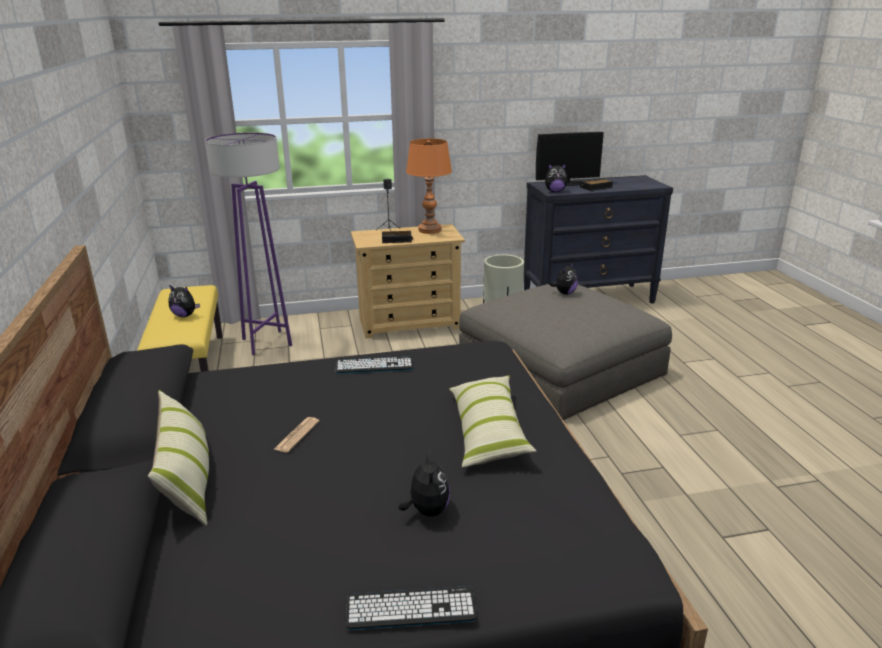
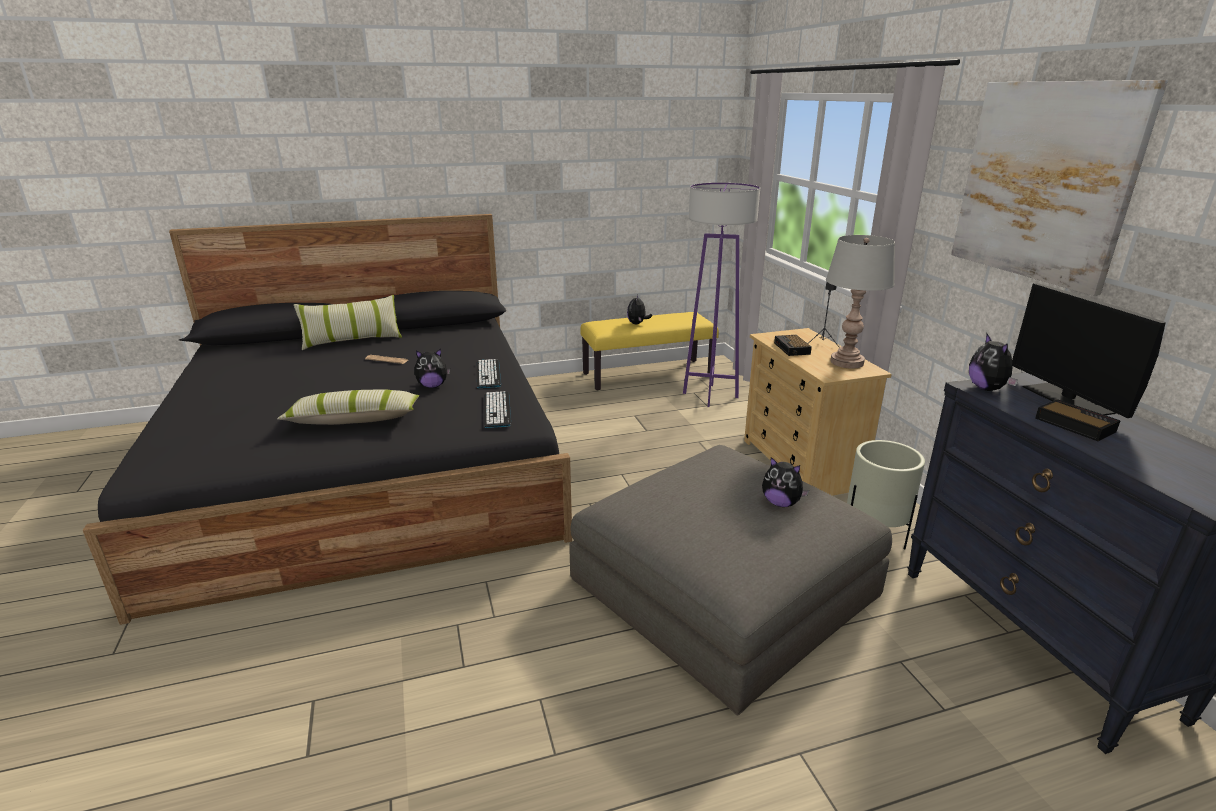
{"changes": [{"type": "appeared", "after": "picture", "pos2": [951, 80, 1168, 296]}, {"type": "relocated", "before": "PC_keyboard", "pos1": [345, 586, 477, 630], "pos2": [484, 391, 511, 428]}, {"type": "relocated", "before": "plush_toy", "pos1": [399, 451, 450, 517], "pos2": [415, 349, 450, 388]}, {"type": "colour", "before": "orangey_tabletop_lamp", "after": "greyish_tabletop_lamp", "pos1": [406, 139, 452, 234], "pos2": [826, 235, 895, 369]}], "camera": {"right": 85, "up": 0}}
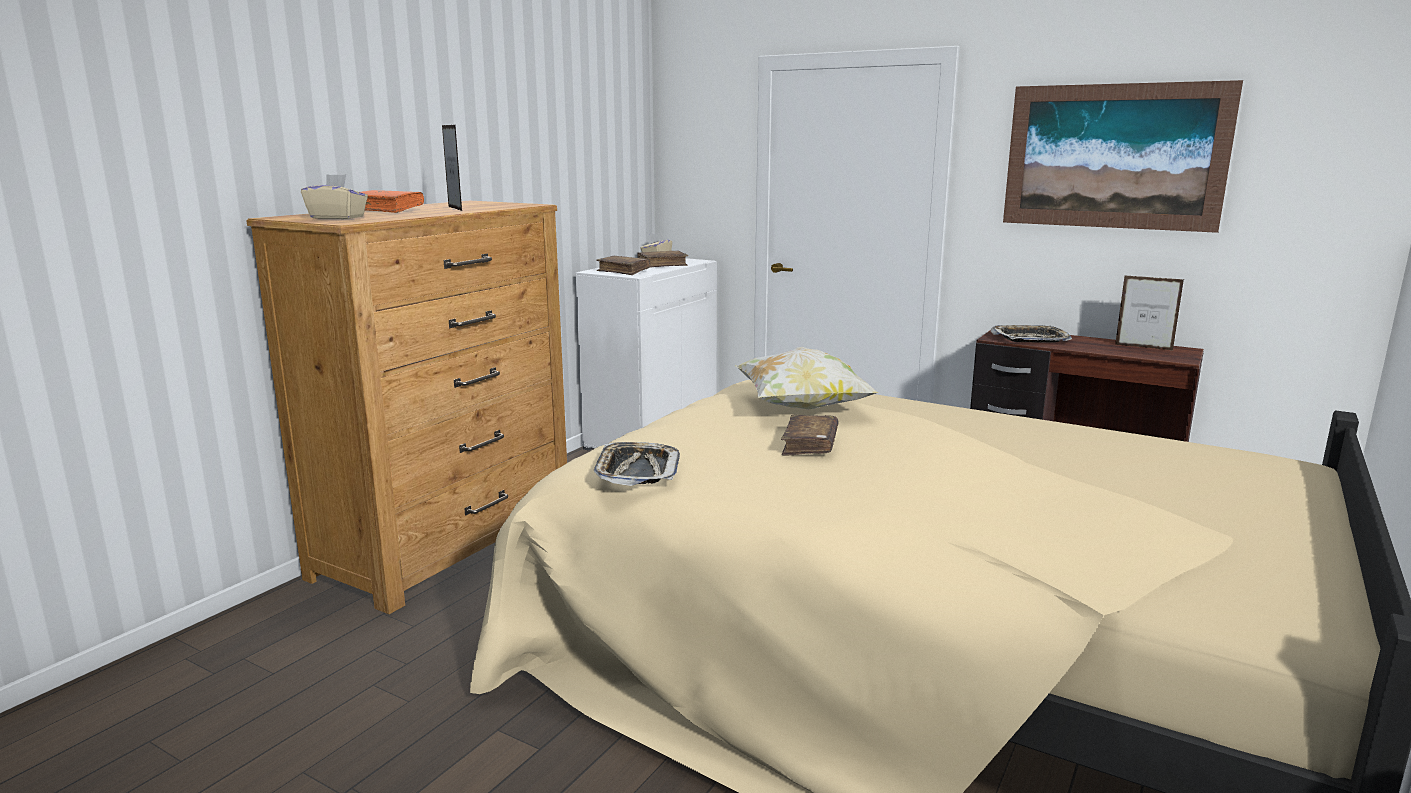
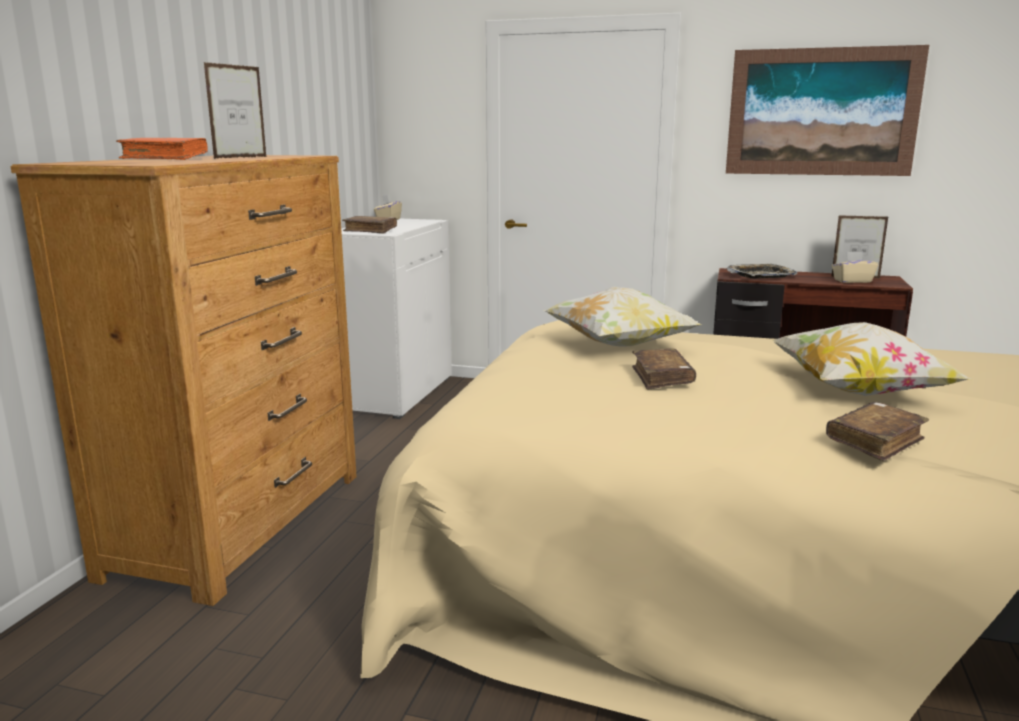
{"changes": [{"type": "missing", "before": "tray", "pos1": [593, 442, 680, 486]}, {"type": "appeared", "after": "pillow", "pos2": [771, 322, 971, 396]}, {"type": "relocated", "before": "sand-coloured_tissue_holder", "pos1": [301, 174, 368, 219], "pos2": [832, 252, 878, 283]}, {"type": "relocated", "before": "brown_book", "pos1": [637, 251, 688, 268], "pos2": [826, 402, 929, 461]}, {"type": "spun", "before": "photo_frame", "pos1": [442, 125, 462, 211], "pos2": [204, 62, 267, 159], "turn": -105}], "camera": {"right": -15, "up": 0}}
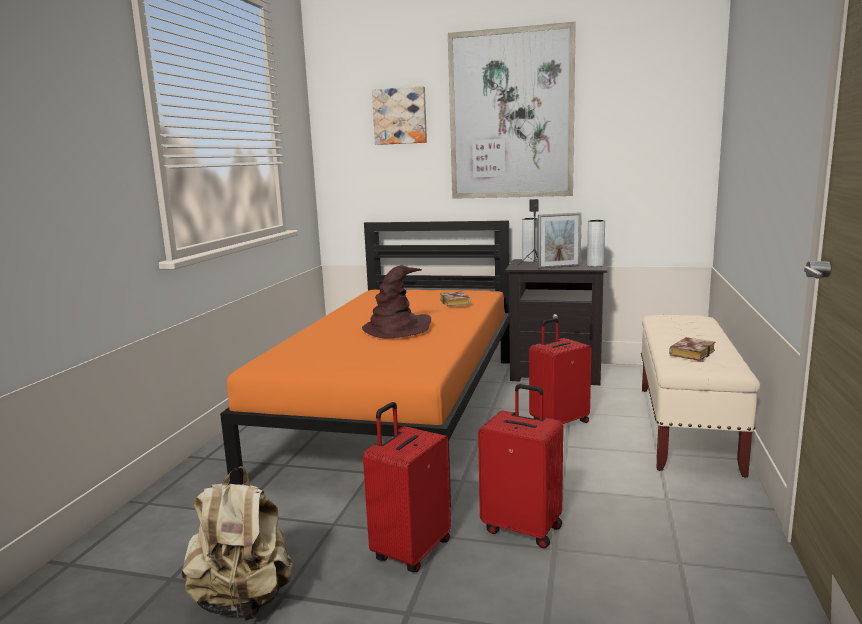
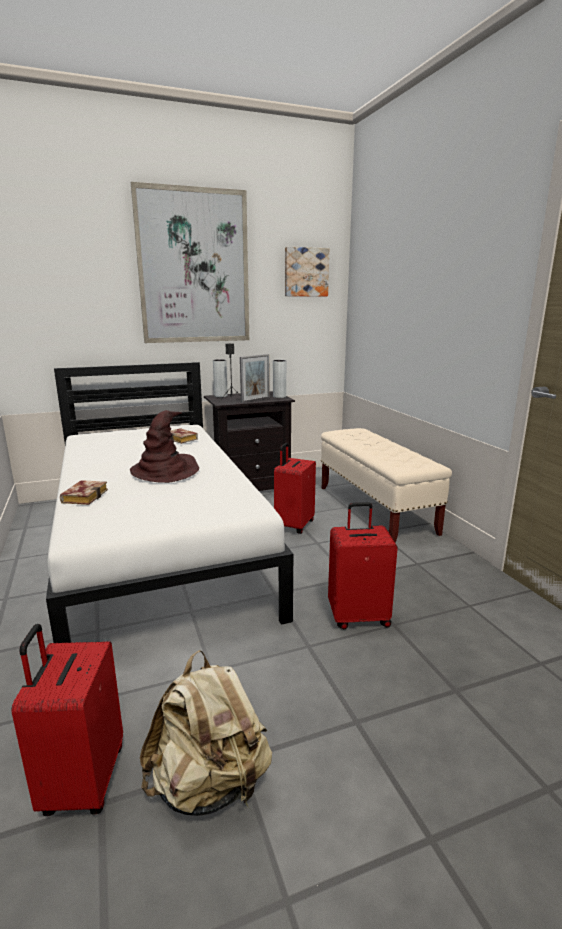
{"changes": [{"type": "relocated", "before": "reddish_suitcase", "pos1": [363, 402, 451, 572], "pos2": [12, 624, 123, 816]}, {"type": "relocated", "before": "picture", "pos1": [372, 86, 427, 145], "pos2": [285, 247, 329, 296]}, {"type": "relocated", "before": "book", "pos1": [669, 337, 715, 361], "pos2": [60, 480, 108, 505]}, {"type": "colour", "before": "orangey_bed", "after": "whitish_bed", "pos1": [220, 220, 510, 507], "pos2": [46, 362, 293, 643]}], "camera": {"right": -35, "up": 5}}
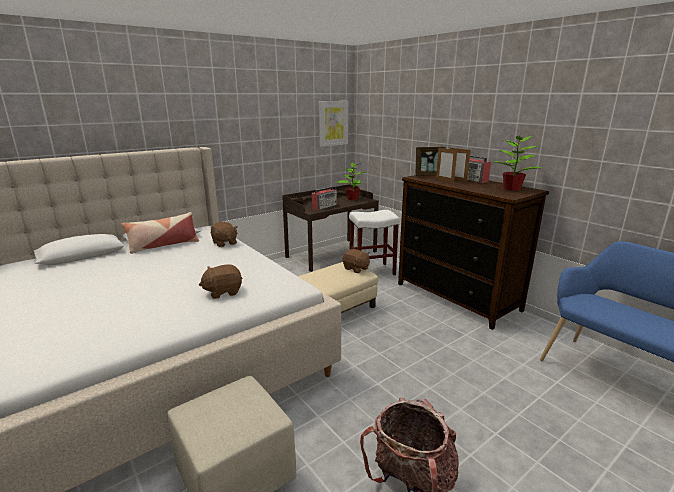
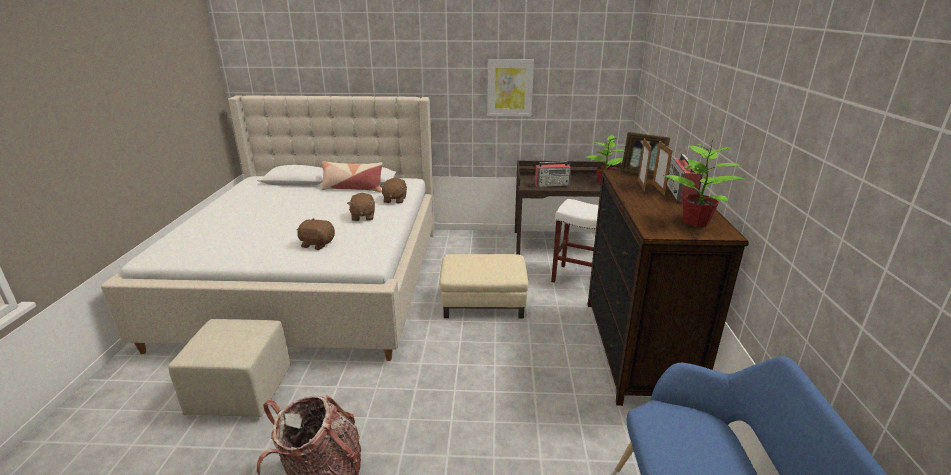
{"changes": [{"type": "relocated", "before": "picture", "pos1": [319, 101, 348, 147], "pos2": [487, 59, 534, 117]}, {"type": "relocated", "before": "brown_plush_toy", "pos1": [343, 249, 370, 273], "pos2": [347, 193, 375, 221]}], "camera": {"right": 40, "up": 5}}
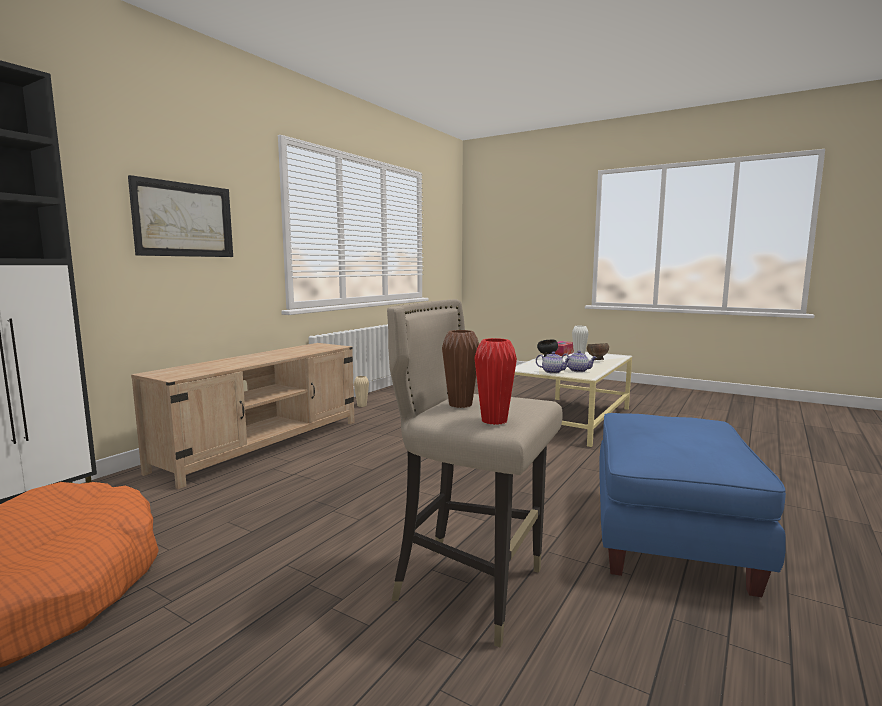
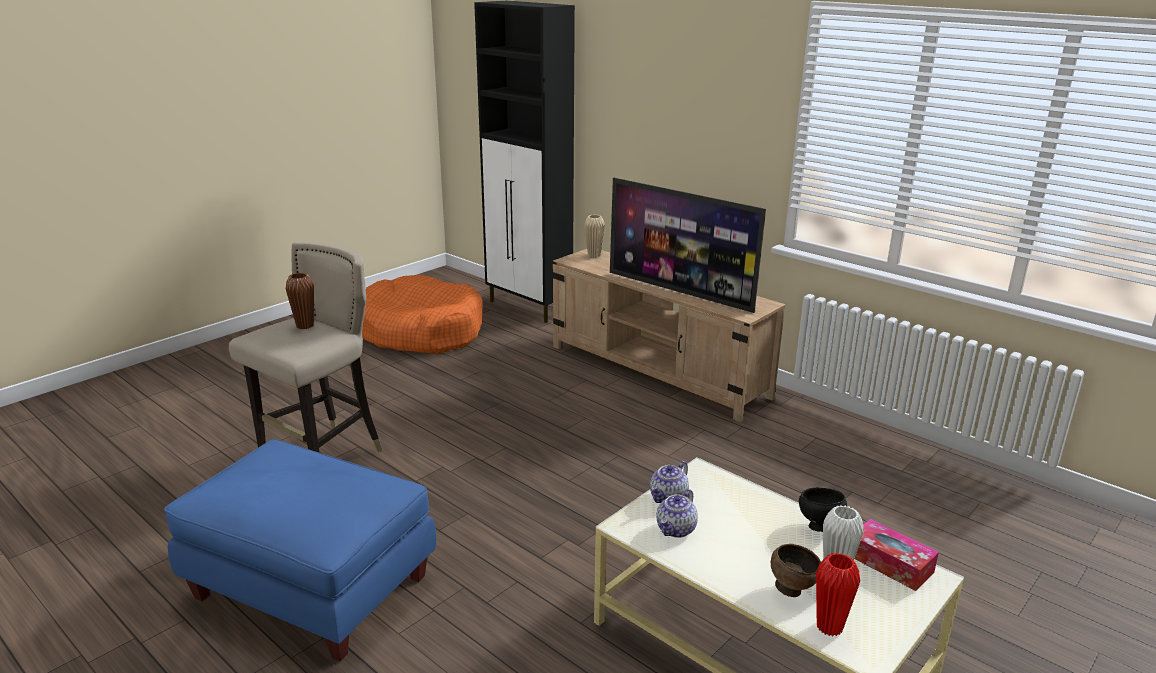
{"changes": [{"type": "missing", "before": "picture", "pos1": [128, 175, 233, 257]}, {"type": "appeared", "after": "television", "pos2": [610, 178, 766, 313]}, {"type": "relocated", "before": "sand-coloured_flower_vase", "pos1": [354, 376, 369, 407], "pos2": [584, 215, 605, 258]}, {"type": "relocated", "before": "reddish_flower_vase", "pos1": [474, 338, 517, 425], "pos2": [816, 553, 860, 636]}], "camera": {"right": 100, "up": 15}}
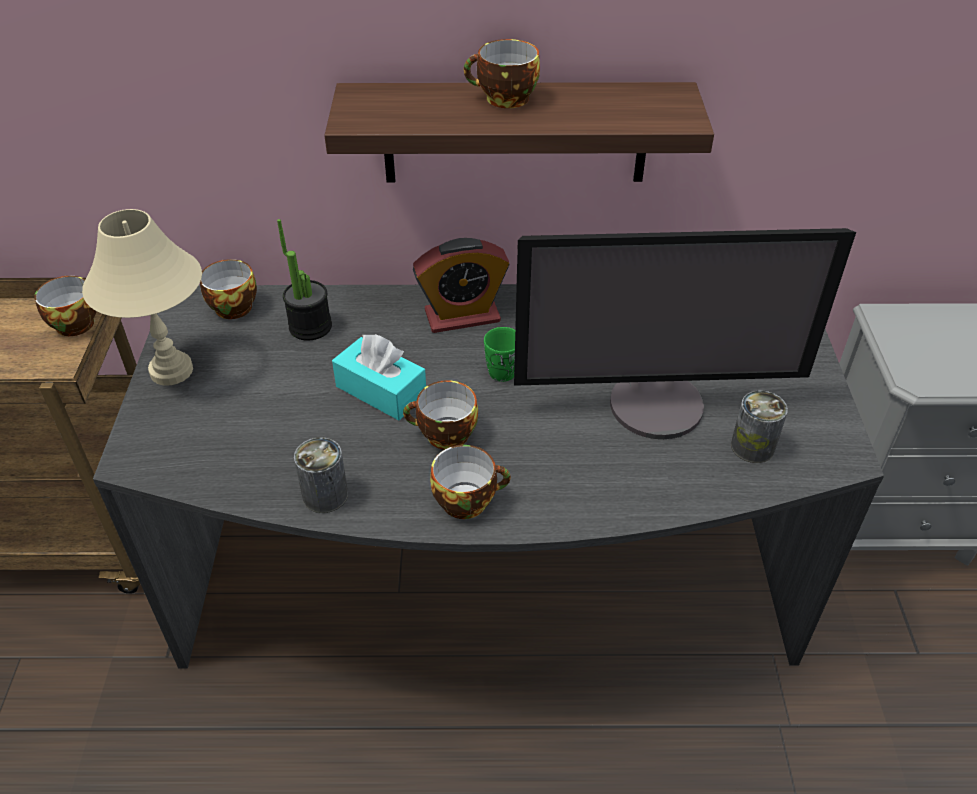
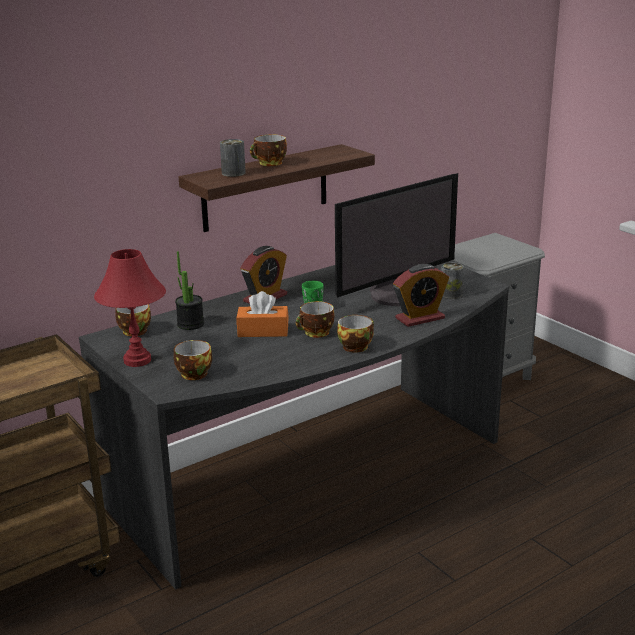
{"changes": [{"type": "appeared", "after": "table_clock", "pos2": [393, 264, 449, 327]}, {"type": "relocated", "before": "cup", "pos1": [34, 276, 96, 336], "pos2": [174, 340, 212, 380]}, {"type": "relocated", "before": "can", "pos1": [294, 437, 348, 513], "pos2": [220, 139, 246, 177]}, {"type": "colour", "before": "sand-coloured_tabletop_lamp", "after": "reddish_tabletop_lamp", "pos1": [82, 209, 202, 385], "pos2": [94, 249, 166, 367]}, {"type": "colour", "before": "turquoise_tissue_holder", "after": "orangey_tissue_holder", "pos1": [332, 334, 426, 420], "pos2": [236, 291, 289, 337]}], "camera": {"right": -35, "up": -20}}
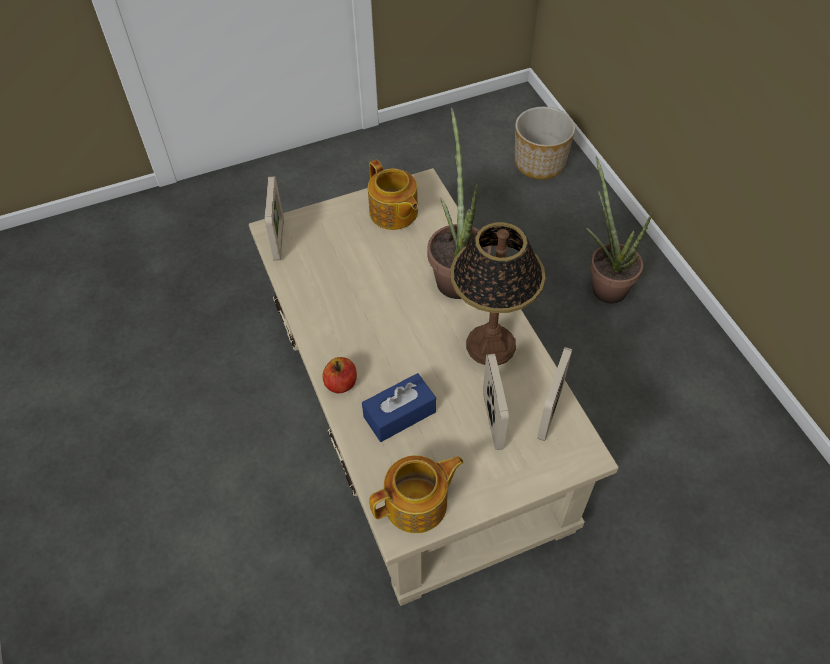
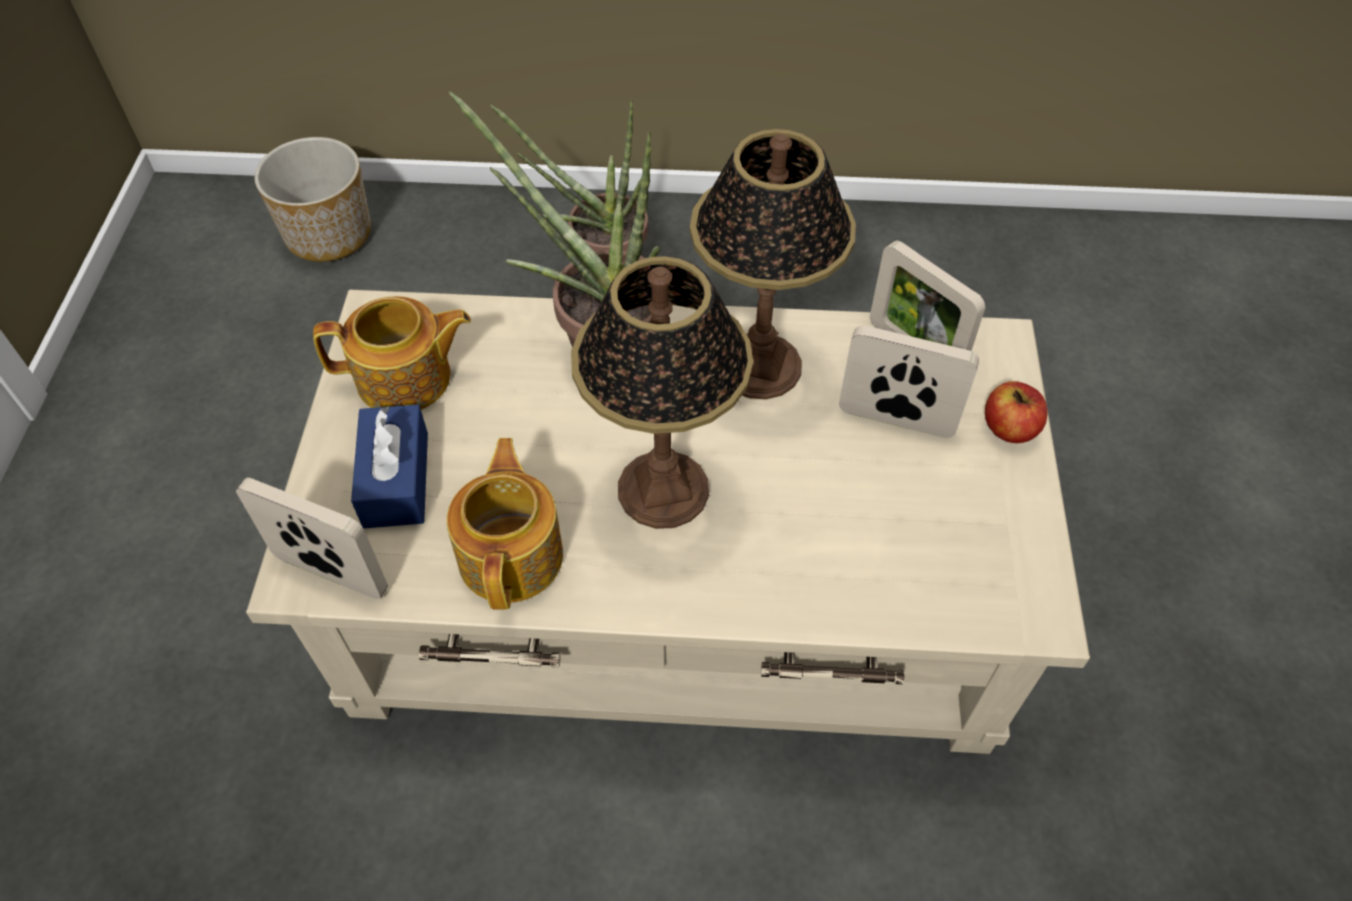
{"changes": [{"type": "appeared", "after": "tabletop_lamp", "pos2": [571, 256, 753, 529]}, {"type": "relocated", "before": "whole_apple", "pos1": [322, 357, 357, 393], "pos2": [985, 381, 1047, 443]}, {"type": "relocated", "before": "blue_tissue_holder", "pos1": [362, 373, 436, 442], "pos2": [351, 404, 428, 528]}, {"type": "relocated", "before": "pot_for_tea", "pos1": [369, 455, 464, 533], "pos2": [447, 438, 563, 610]}], "camera": {"right": -65, "up": 0}}
